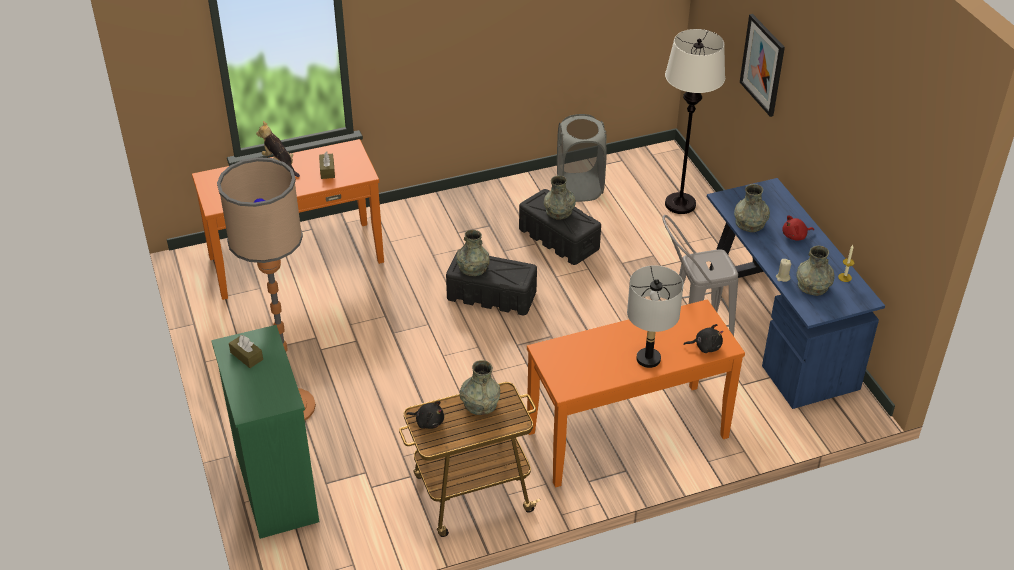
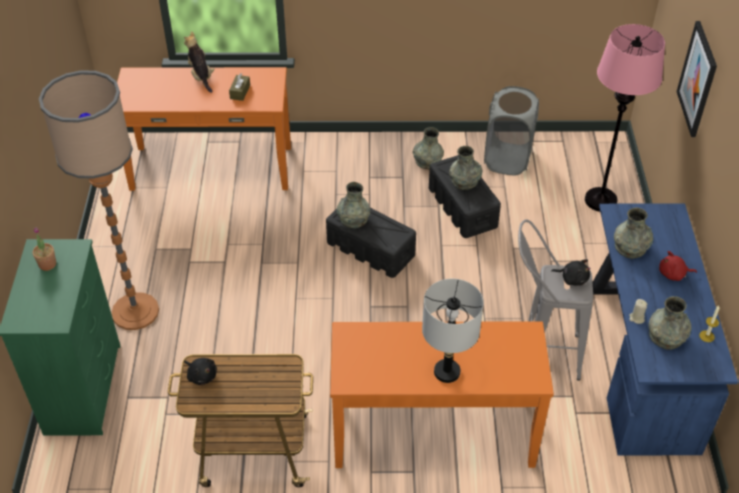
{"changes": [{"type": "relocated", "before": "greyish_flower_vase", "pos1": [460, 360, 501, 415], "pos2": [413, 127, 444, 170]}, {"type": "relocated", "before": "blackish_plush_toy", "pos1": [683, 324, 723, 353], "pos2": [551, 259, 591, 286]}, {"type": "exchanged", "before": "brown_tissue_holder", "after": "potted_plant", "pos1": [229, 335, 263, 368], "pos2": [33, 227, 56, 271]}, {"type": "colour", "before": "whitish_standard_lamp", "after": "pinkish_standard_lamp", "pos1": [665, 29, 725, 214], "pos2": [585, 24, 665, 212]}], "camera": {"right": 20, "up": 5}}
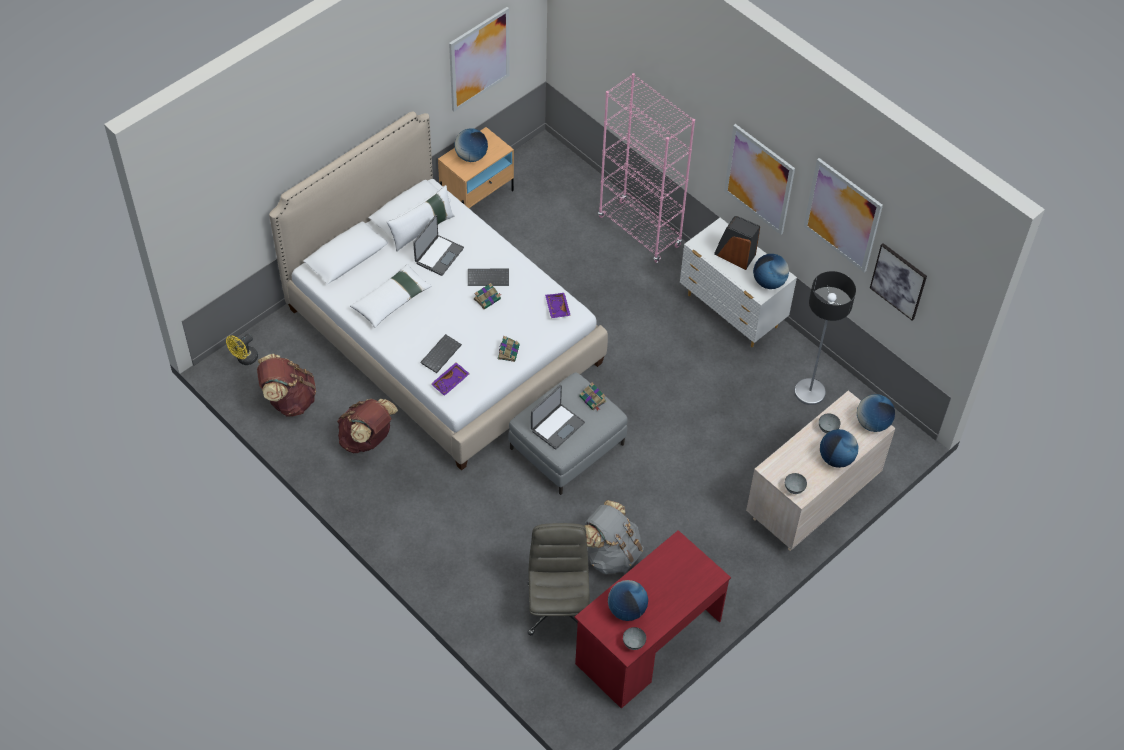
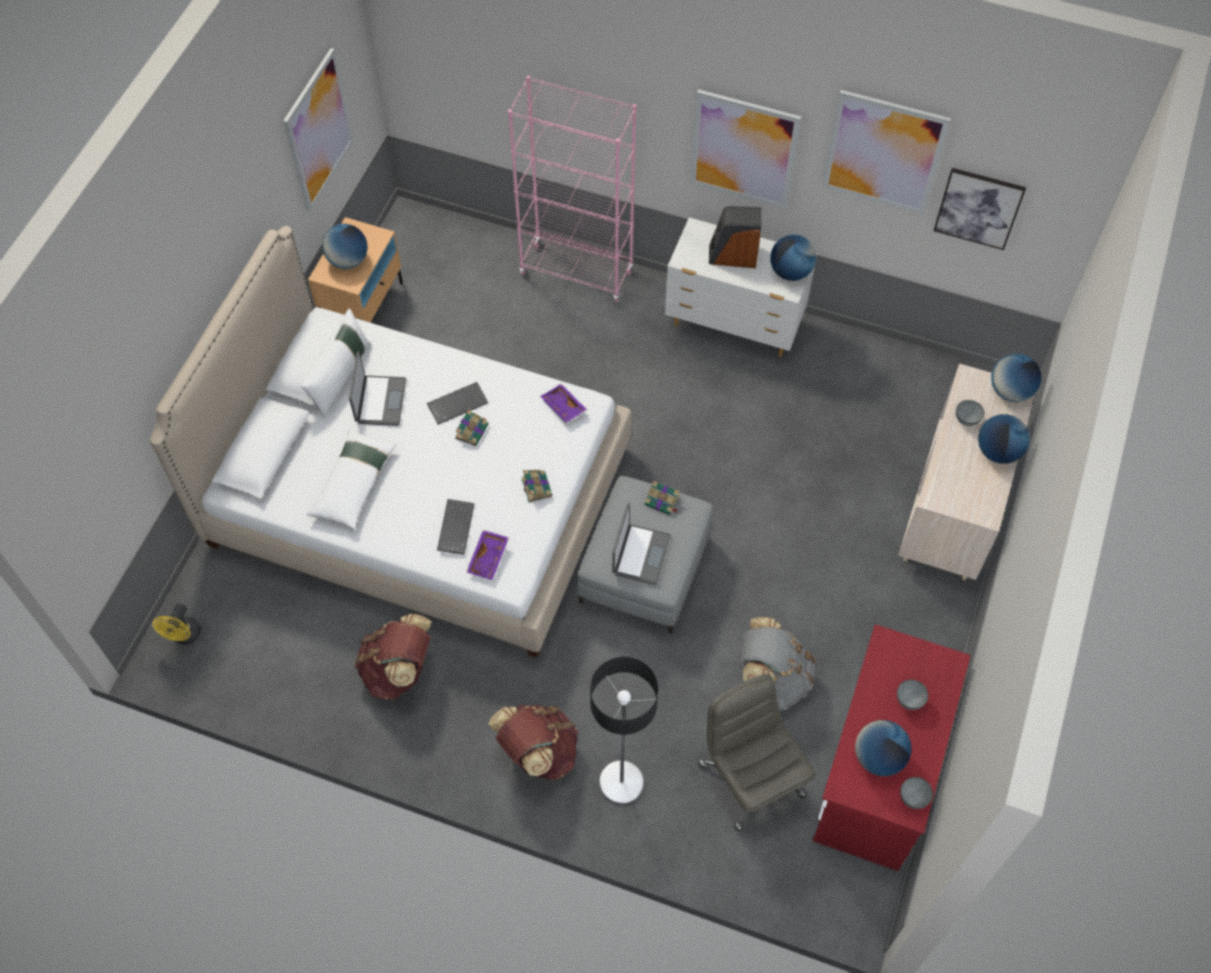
{"changes": [{"type": "relocated", "before": "brown_knapsack", "pos1": [257, 354, 316, 417], "pos2": [488, 704, 579, 779]}, {"type": "relocated", "before": "greyish_bowl", "pos1": [785, 473, 807, 494], "pos2": [897, 679, 928, 710]}, {"type": "relocated", "before": "standard_lamp", "pos1": [794, 271, 856, 405], "pos2": [590, 657, 658, 805]}], "camera": {"right": -25, "up": 5}}
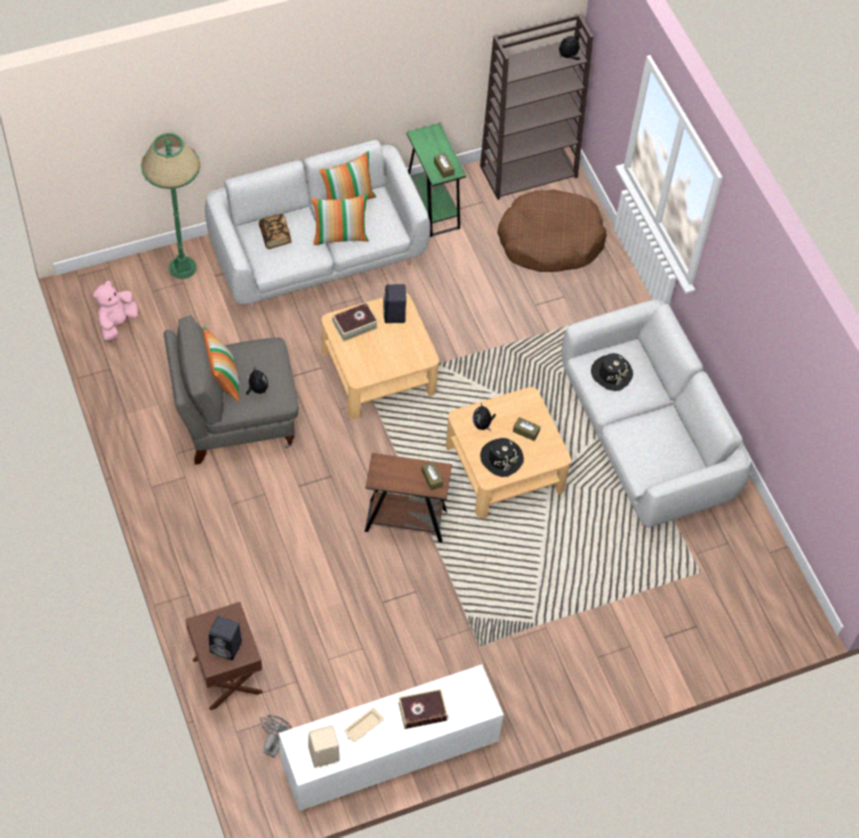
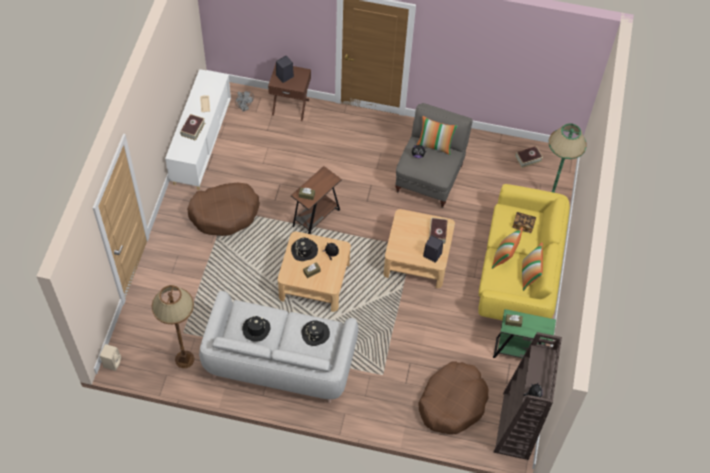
{"changes": [{"type": "appeared", "after": "brown_standard_lamp", "pos2": [151, 285, 194, 368]}, {"type": "appeared", "after": "brown_dog_bed", "pos2": [187, 182, 260, 236]}, {"type": "appeared", "after": "blackish_wearable_hat", "pos2": [242, 316, 271, 342]}, {"type": "relocated", "before": "sand-coloured_speaker", "pos1": [308, 725, 340, 768], "pos2": [100, 344, 121, 371]}, {"type": "exchanged", "before": "pinkish_plush_toy", "after": "book", "pos1": [93, 280, 138, 341], "pos2": [515, 146, 543, 168]}, {"type": "colour", "before": "greyish_couch", "after": "yellowish_couch", "pos1": [205, 140, 430, 310], "pos2": [478, 184, 570, 320]}], "camera": {"right": 125, "up": 0}}
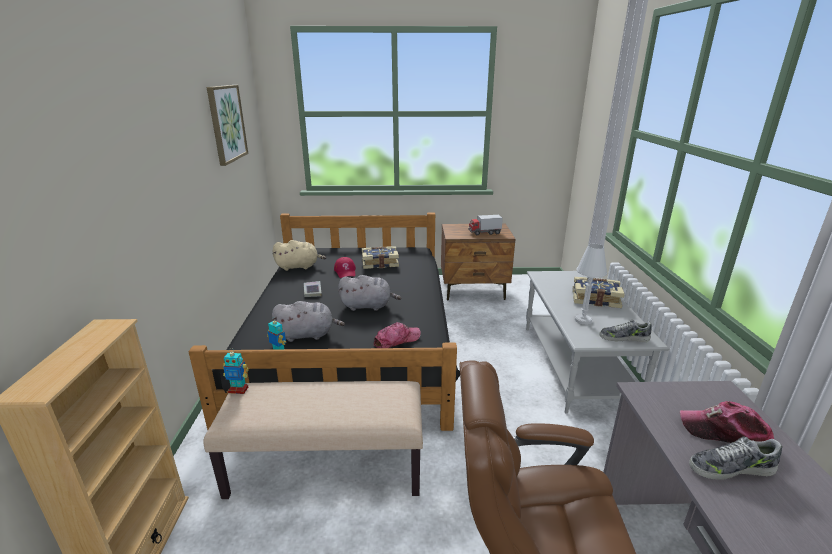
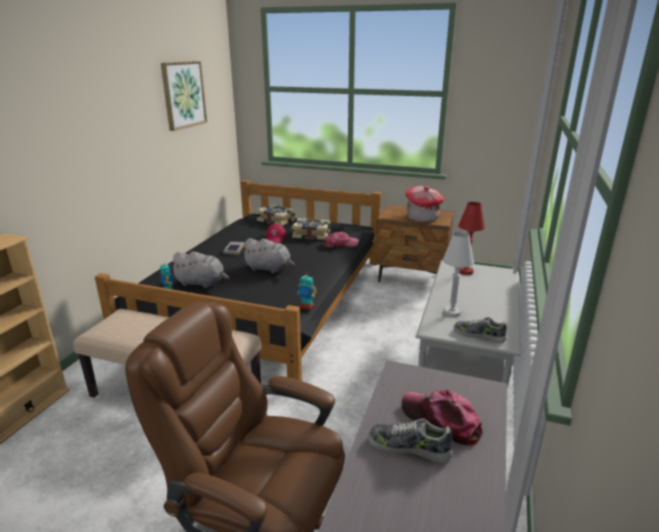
{"changes": [{"type": "missing", "before": "sand-coloured_plush_toy", "pos1": [273, 240, 327, 271]}, {"type": "appeared", "after": "reddish_tabletop_lamp", "pos2": [458, 202, 485, 275]}, {"type": "relocated", "before": "model_robot", "pos1": [223, 348, 249, 394], "pos2": [298, 275, 316, 310]}, {"type": "relocated", "before": "peaked_cap", "pos1": [373, 322, 421, 348], "pos2": [323, 232, 359, 248]}, {"type": "relocated", "before": "book", "pos1": [572, 277, 625, 308], "pos2": [256, 205, 295, 226]}, {"type": "exchanged", "before": "toy_truck", "after": "miniature_house", "pos1": [468, 215, 503, 235], "pos2": [405, 186, 444, 222]}], "camera": {"right": 20, "up": 0}}
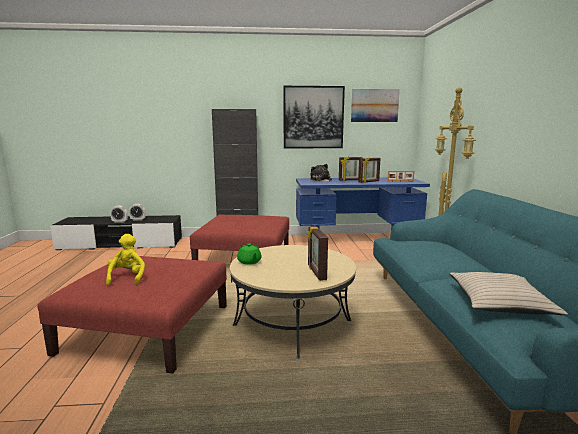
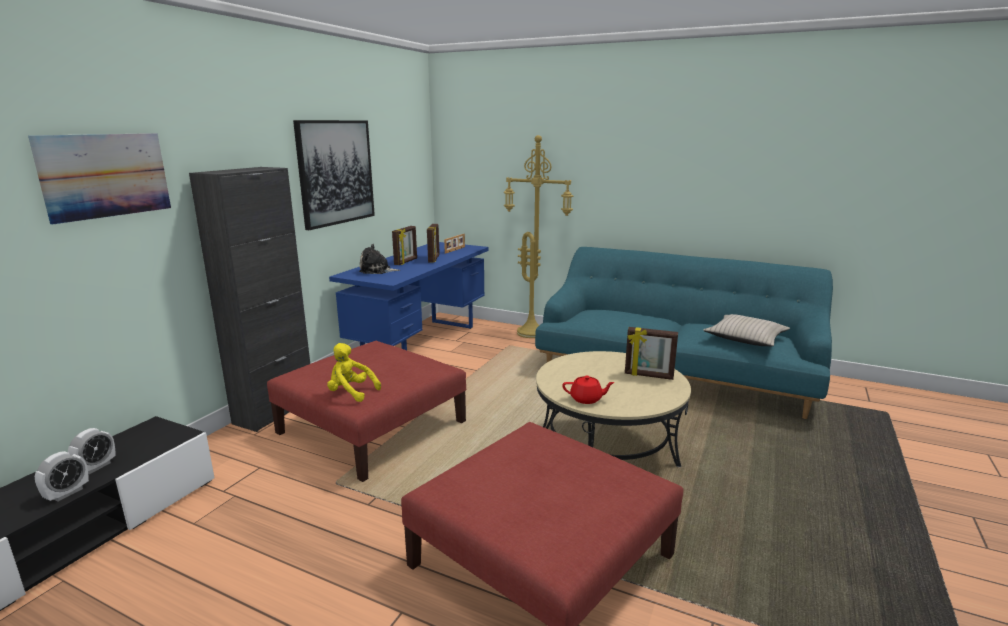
{"changes": [{"type": "relocated", "before": "yellowish_plush_toy", "pos1": [106, 234, 145, 285], "pos2": [327, 343, 381, 402]}, {"type": "relocated", "before": "picture", "pos1": [351, 89, 400, 122], "pos2": [28, 133, 171, 225]}, {"type": "colour", "before": "greenish_pot_for_tea", "after": "reddish_pot_for_tea", "pos1": [237, 243, 262, 265], "pos2": [562, 376, 615, 404]}], "camera": {"right": -60, "up": 5}}
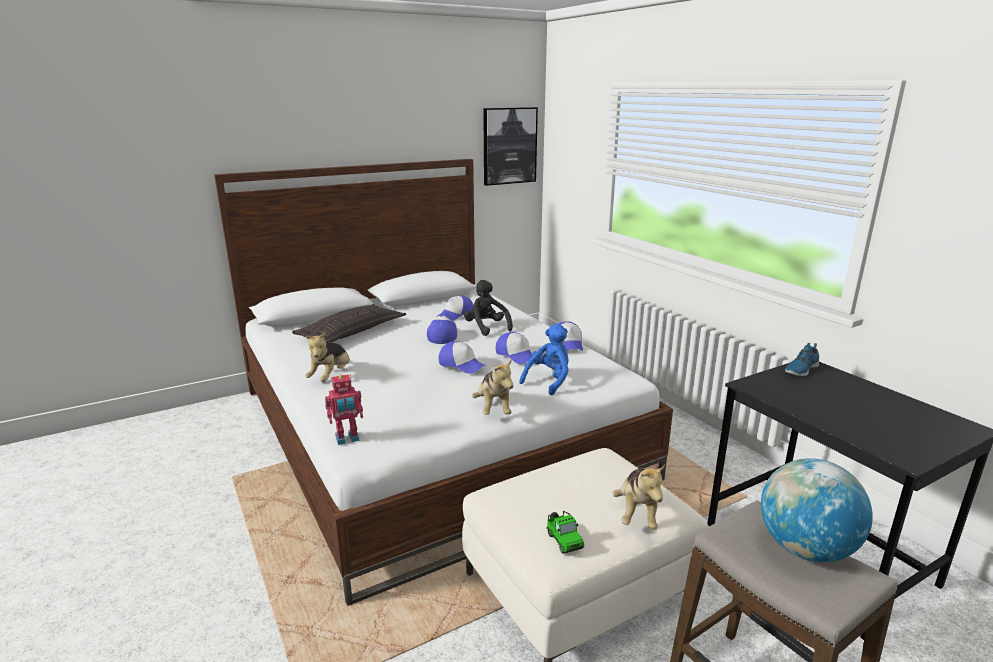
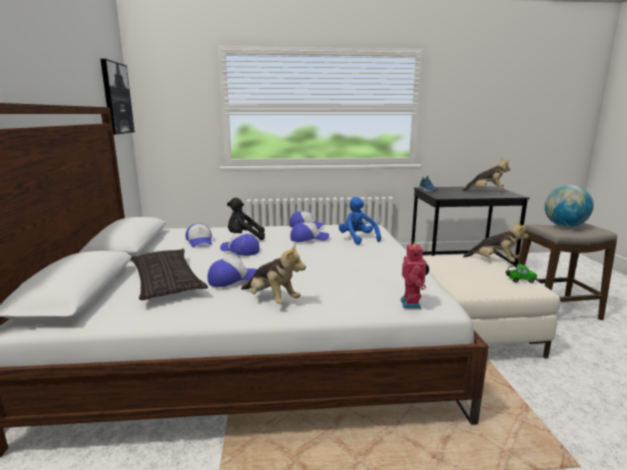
{"changes": [{"type": "relocated", "before": "peaked_cap", "pos1": [439, 341, 486, 374], "pos2": [207, 258, 257, 287]}, {"type": "relocated", "before": "plush_toy", "pos1": [472, 359, 514, 415], "pos2": [462, 158, 510, 191]}], "camera": {"right": -65, "up": -5}}
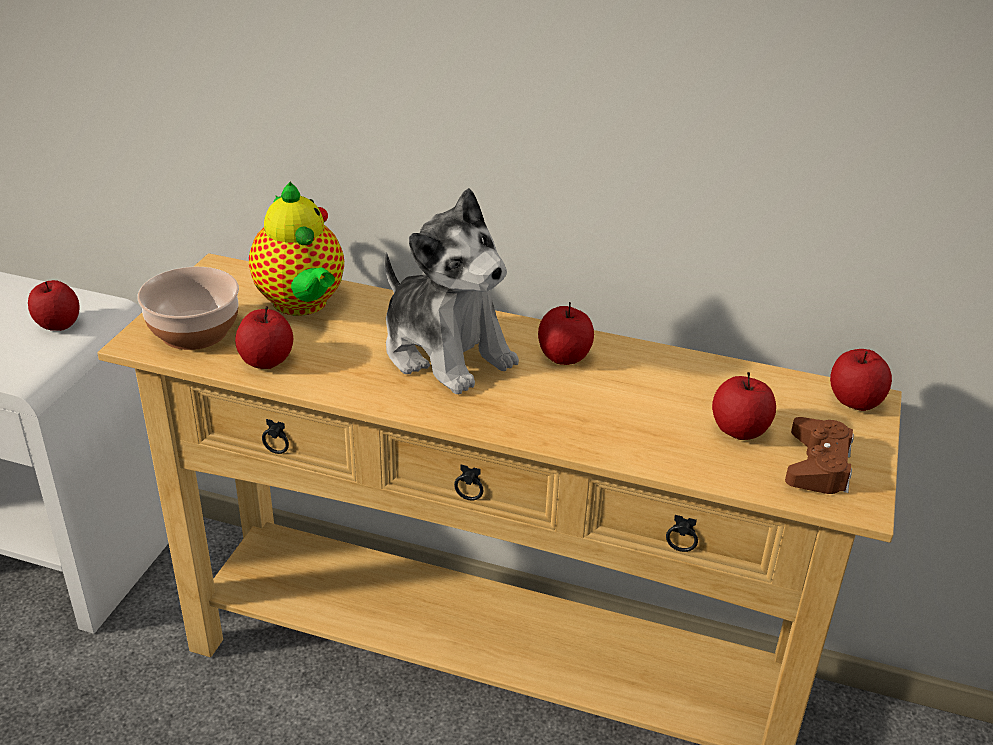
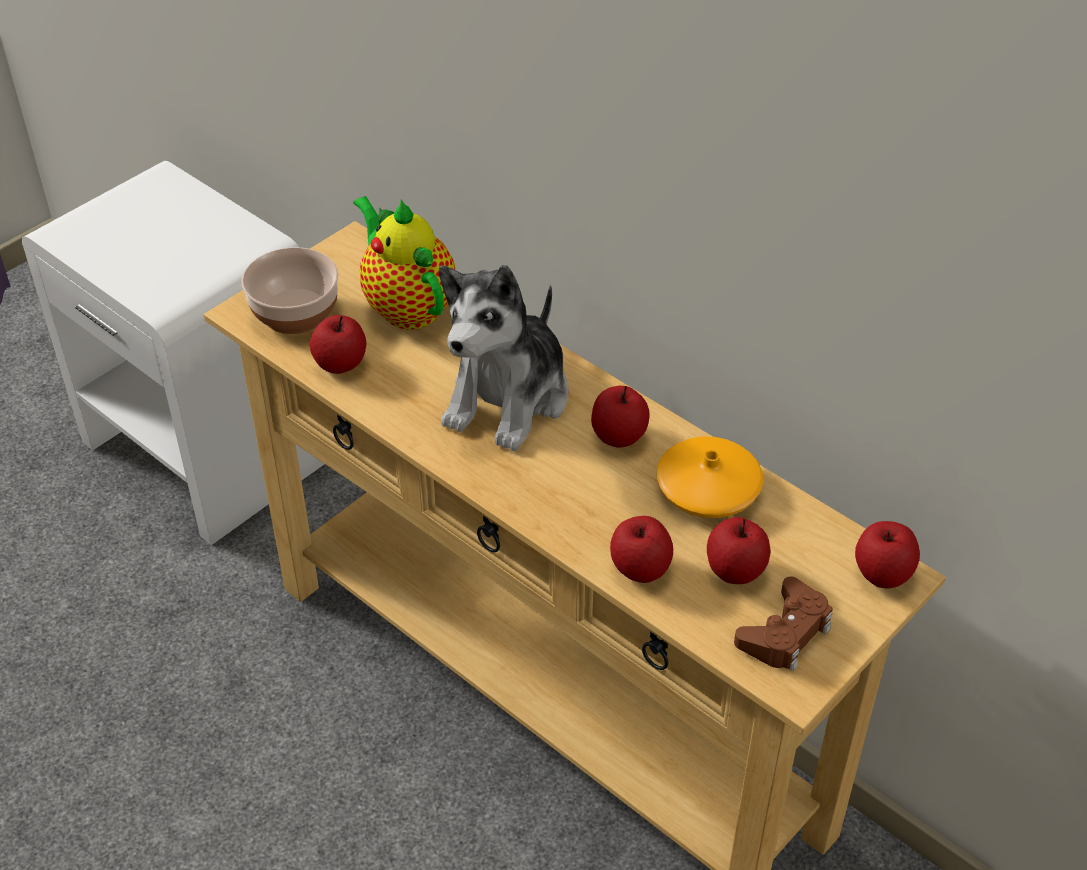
{"changes": [{"type": "appeared", "after": "orangey_flower_vase", "pos2": [657, 436, 763, 518]}, {"type": "relocated", "before": "whole_apple", "pos1": [28, 280, 80, 331], "pos2": [610, 516, 673, 583]}, {"type": "spun", "before": "pot_for_tea", "pos1": [249, 182, 344, 316], "pos2": [353, 196, 455, 329], "turn": 150}, {"type": "spun", "before": "plush_toy", "pos1": [384, 188, 519, 394], "pos2": [439, 265, 569, 451], "turn": 45}], "camera": {"right": 25, "up": 10}}
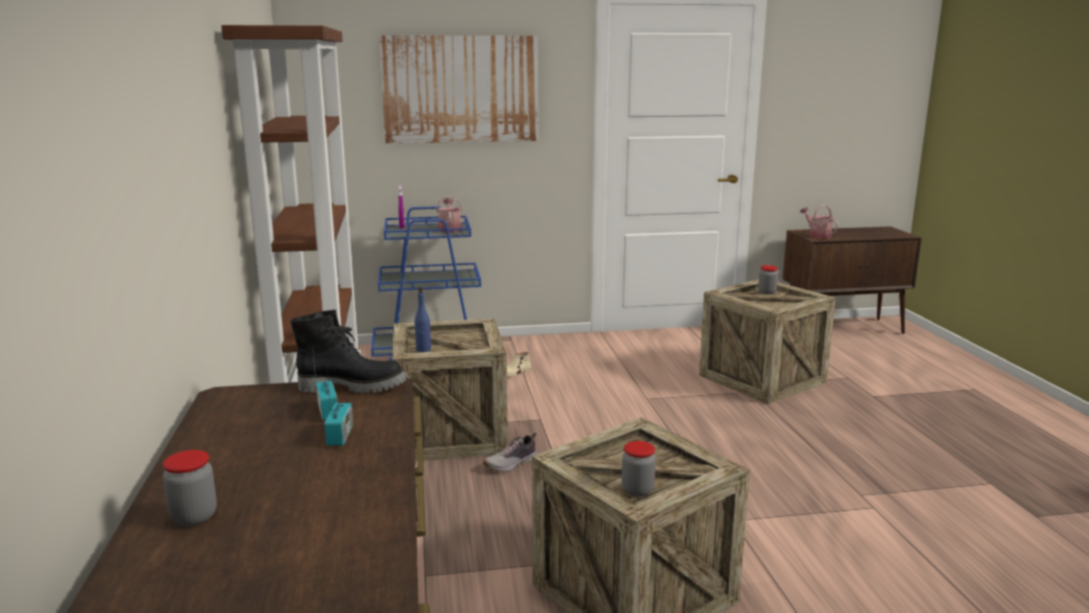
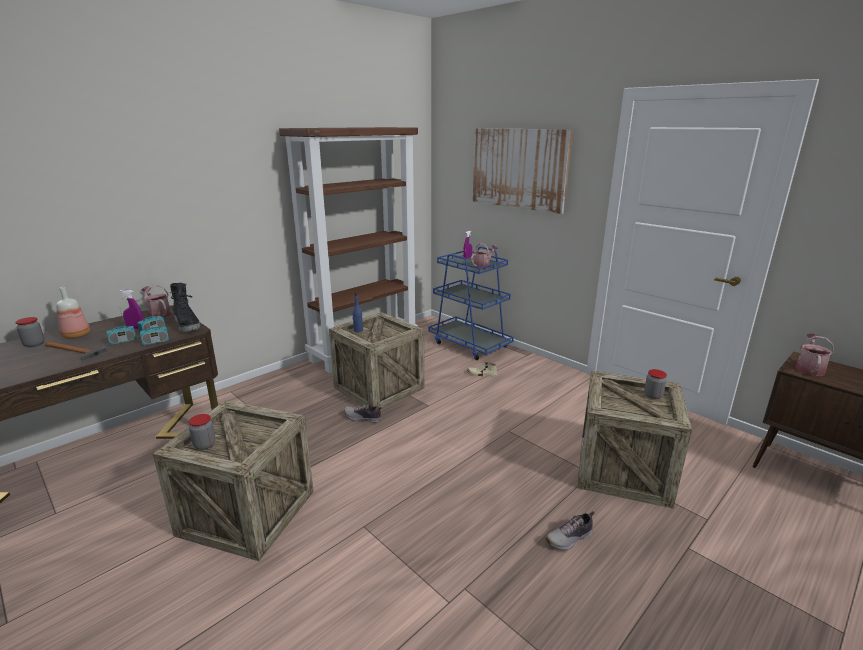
{"changes": [{"type": "appeared", "after": "hammer", "pos2": [45, 342, 107, 361]}, {"type": "appeared", "after": "bottle", "pos2": [56, 287, 90, 339]}, {"type": "appeared", "after": "purplish_hand_sprayer", "pos2": [119, 290, 143, 329]}, {"type": "appeared", "after": "radio", "pos2": [140, 315, 169, 345]}, {"type": "appeared", "after": "sprinkling_can", "pos2": [141, 285, 172, 318]}, {"type": "appeared", "after": "low_shoe", "pos2": [545, 511, 595, 551]}], "camera": {"right": 55, "up": 5}}
